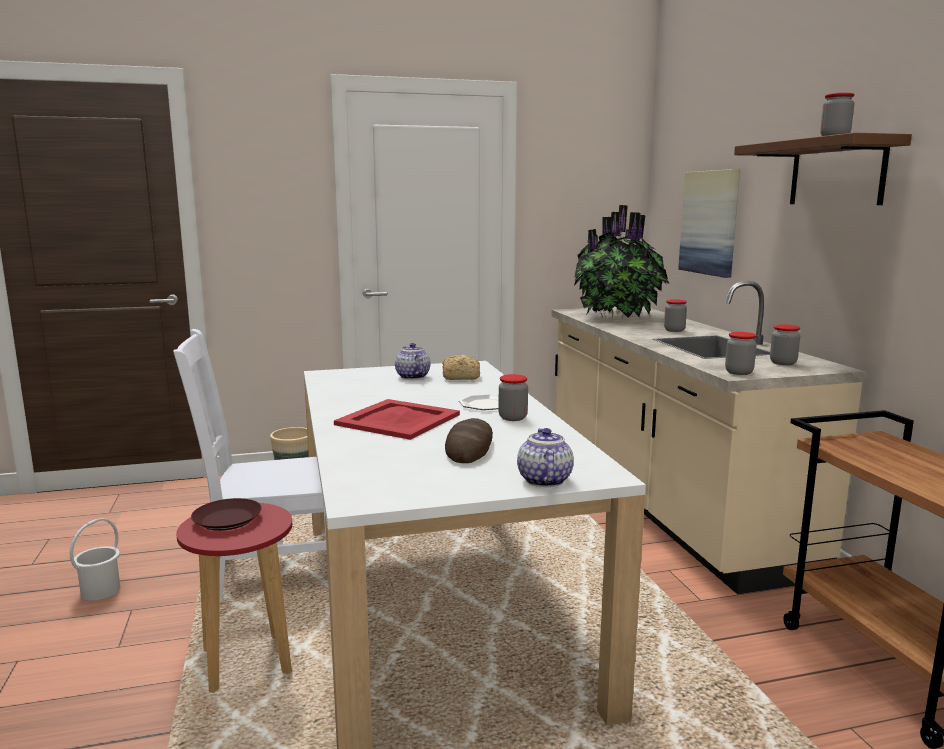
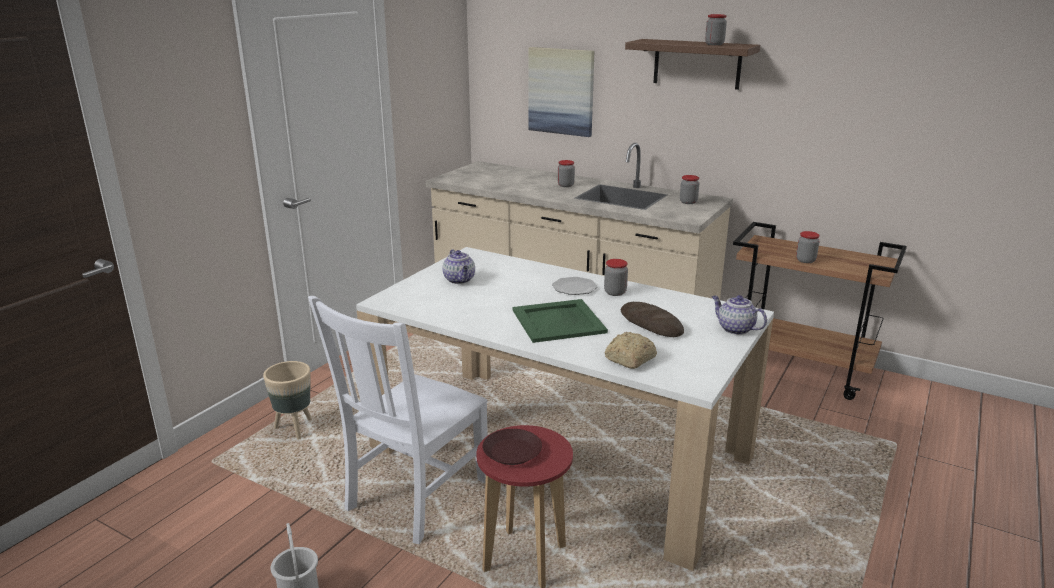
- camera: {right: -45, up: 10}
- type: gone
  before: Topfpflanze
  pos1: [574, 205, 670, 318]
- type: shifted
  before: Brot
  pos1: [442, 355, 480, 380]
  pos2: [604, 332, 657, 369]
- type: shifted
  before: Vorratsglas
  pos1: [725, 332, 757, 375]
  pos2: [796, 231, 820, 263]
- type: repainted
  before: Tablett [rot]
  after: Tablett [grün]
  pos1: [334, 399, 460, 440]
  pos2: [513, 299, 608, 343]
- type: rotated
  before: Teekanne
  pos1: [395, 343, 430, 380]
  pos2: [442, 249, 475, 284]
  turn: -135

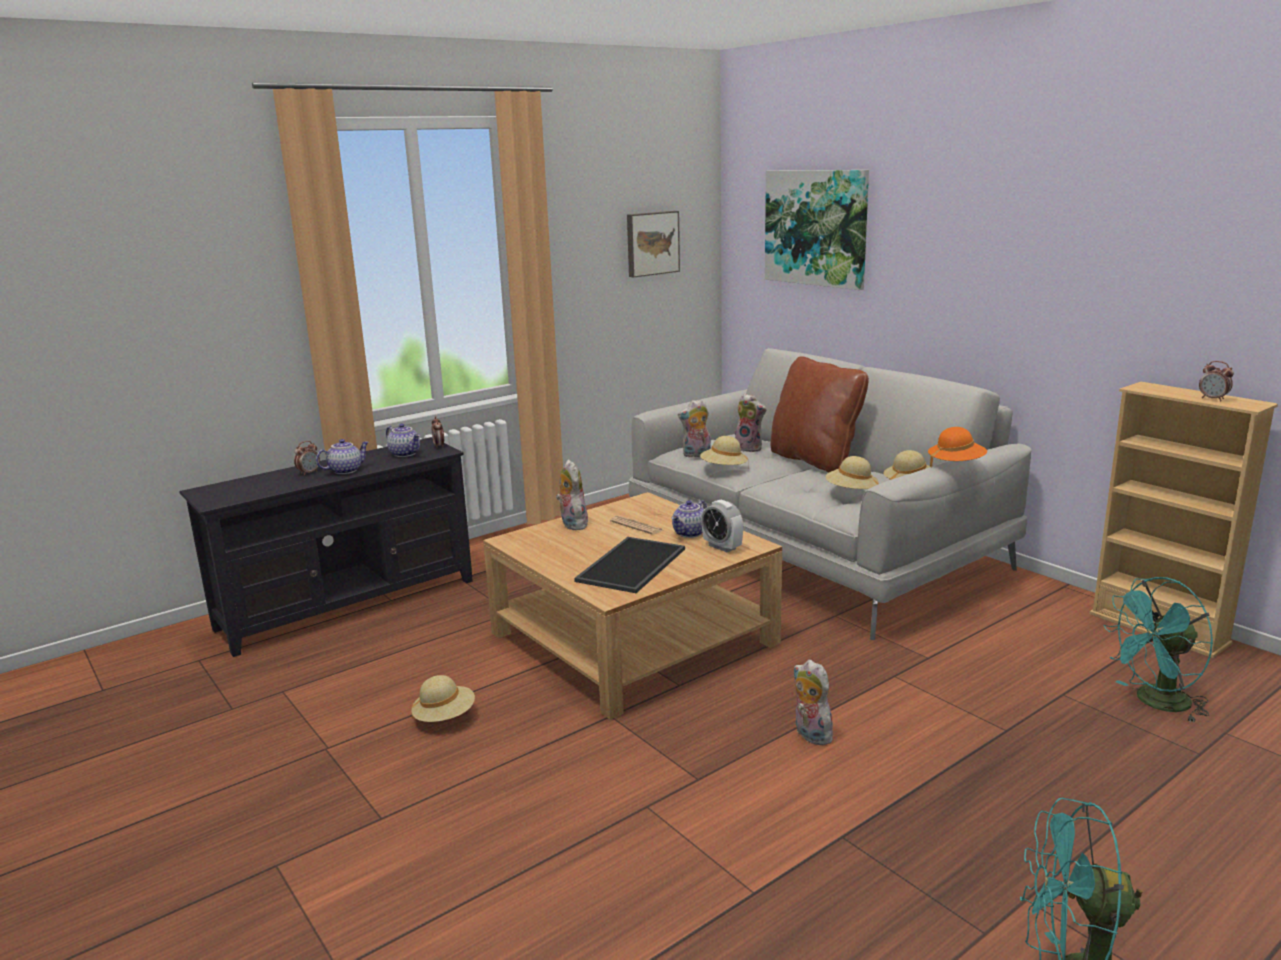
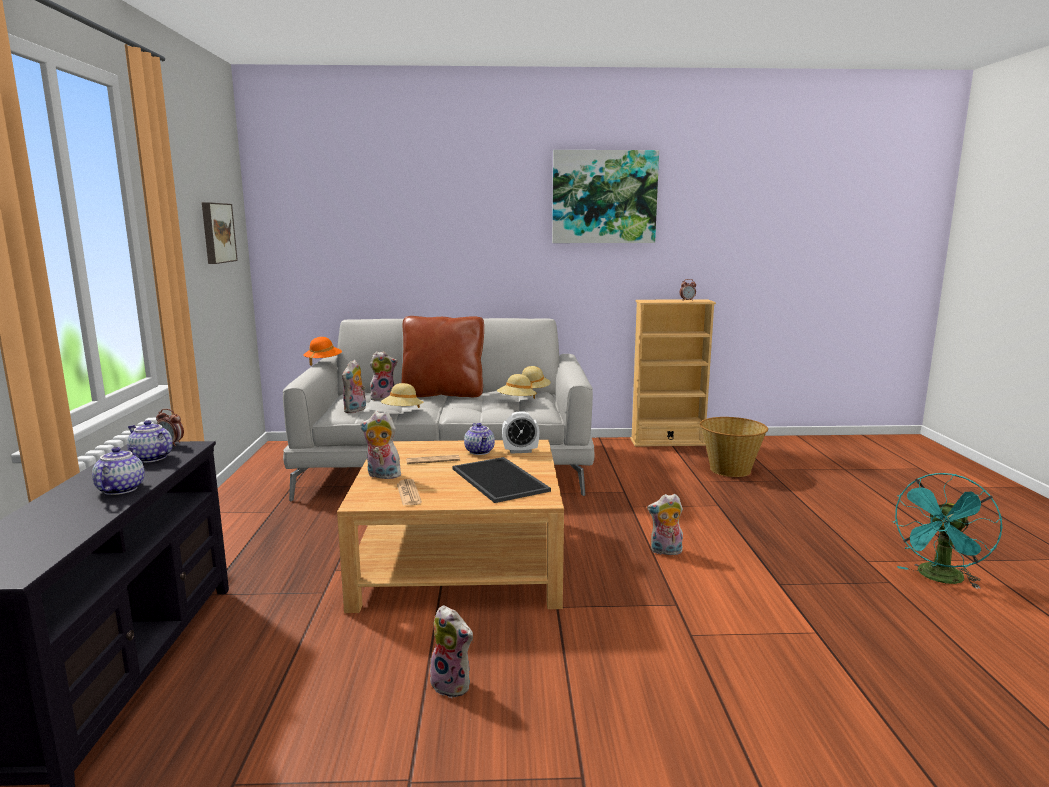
- camera: {right: -55, up: -5}
- type: gone
  before: Wecker
  pos1: [294, 441, 320, 476]
- type: new
  after: Zeitung
  pos2: [397, 479, 422, 506]
- type: shifted
  before: Bild
  pos1: [765, 170, 869, 290]
  pos2: [552, 150, 659, 243]
- type: shifted
  before: Hut [orange]
  pos1: [928, 427, 987, 467]
  pos2: [303, 337, 342, 366]
- type: swapped
  before: Hut [beige]
  after: Plüschtier
  pos1: [411, 675, 475, 722]
  pos2: [425, 605, 474, 698]
- type: swapped
  before: Ventilator [türkis]
  after: Korb
  pos1: [1104, 577, 1213, 722]
  pos2: [700, 417, 768, 477]
- type: rotated
  before: Teekanne
  pos1: [386, 424, 420, 457]
  pos2: [127, 420, 173, 463]
  turn: -135

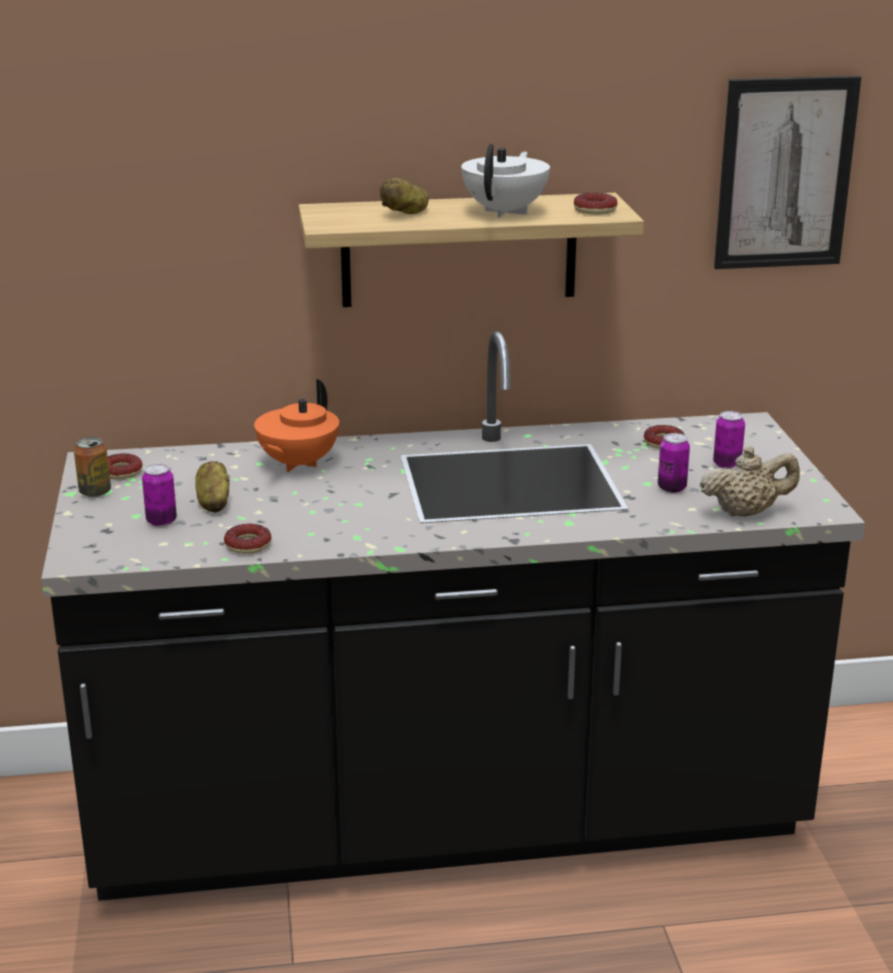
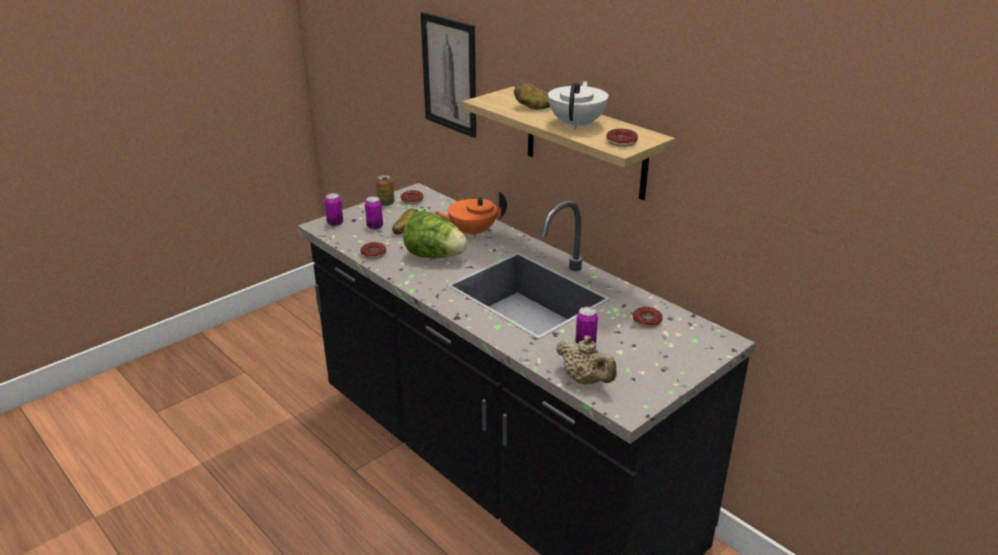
- camera: {right: 55, up: 5}
- type: new
  after: Salatkopf
  pos2: [403, 211, 468, 258]
- type: shifted
  before: Dose
  pos1: [713, 411, 745, 469]
  pos2: [325, 193, 343, 226]
- type: shifted
  before: Bild
  pos1: [714, 76, 861, 269]
  pos2: [420, 12, 476, 138]
- type: rotated
  before: Teekanne [weiß]
  pos1: [461, 144, 550, 217]
  pos2: [548, 81, 608, 130]
  turn: -60

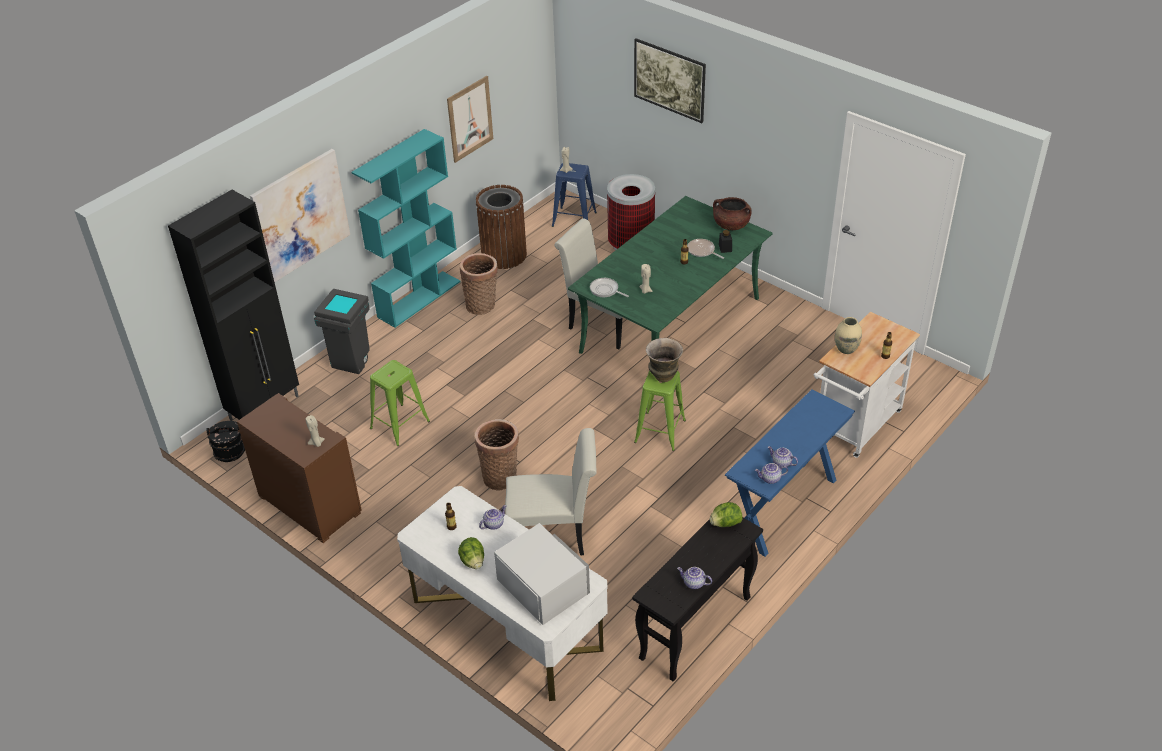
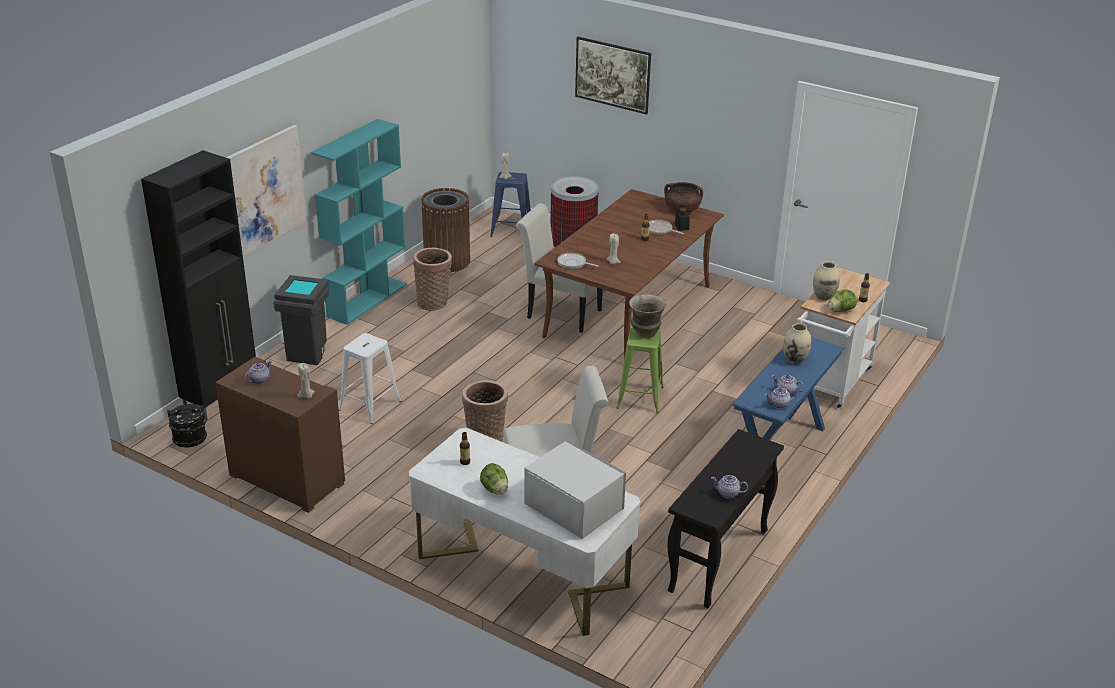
- camera: {right: -10, up: -10}
- type: gone
  before: Bild
  pos1: [447, 76, 493, 163]
- type: new
  after: Vase [beige]
  pos2: [783, 323, 812, 364]
- type: shifted
  before: Teekanne
  pos1: [479, 505, 506, 530]
  pos2: [245, 361, 272, 384]
- type: shifted
  before: Salatkopf
  pos1: [710, 502, 743, 527]
  pos2: [828, 289, 857, 312]
- type: repainted
  before: Hocker [grün]
  after: Hocker [weiß]
  pos1: [370, 360, 430, 446]
  pos2: [339, 333, 401, 424]
- type: repainted
  before: Esstisch [grün]
  after: Esstisch [braun]
  pos1: [568, 196, 773, 354]
  pos2: [535, 189, 724, 359]

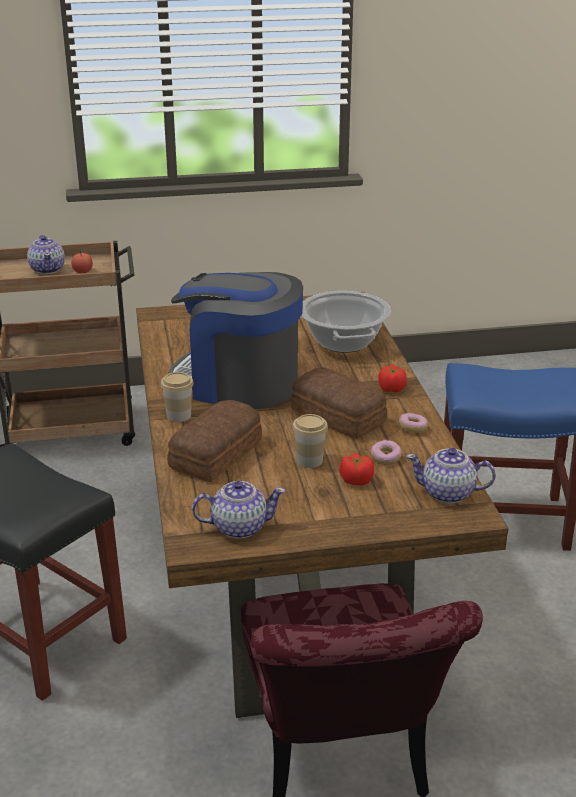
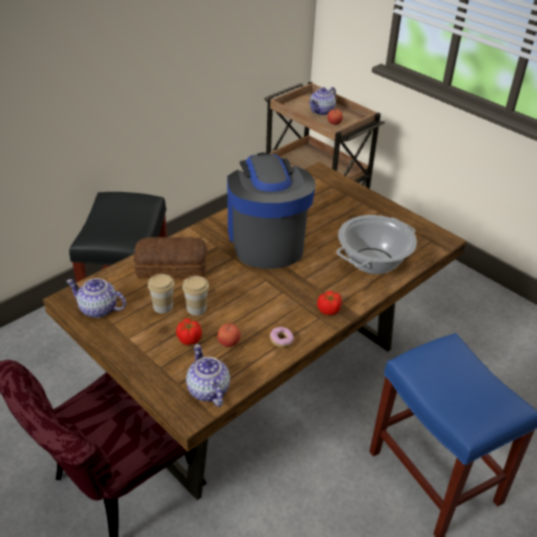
- camera: {right: 55, up: 10}
- type: gone
  before: Brot
  pos1: [291, 367, 387, 439]
- type: shifted
  before: Tasse
  pos1: [161, 372, 194, 422]
  pos2: [148, 274, 175, 314]
- type: swapped
  before: Donut
  after: Apfel
  pos1: [371, 440, 402, 465]
  pos2: [217, 323, 241, 347]
- type: rotated
  before: Teekanne
  pos1: [192, 481, 286, 539]
  pos2: [66, 278, 126, 318]
  turn: 150

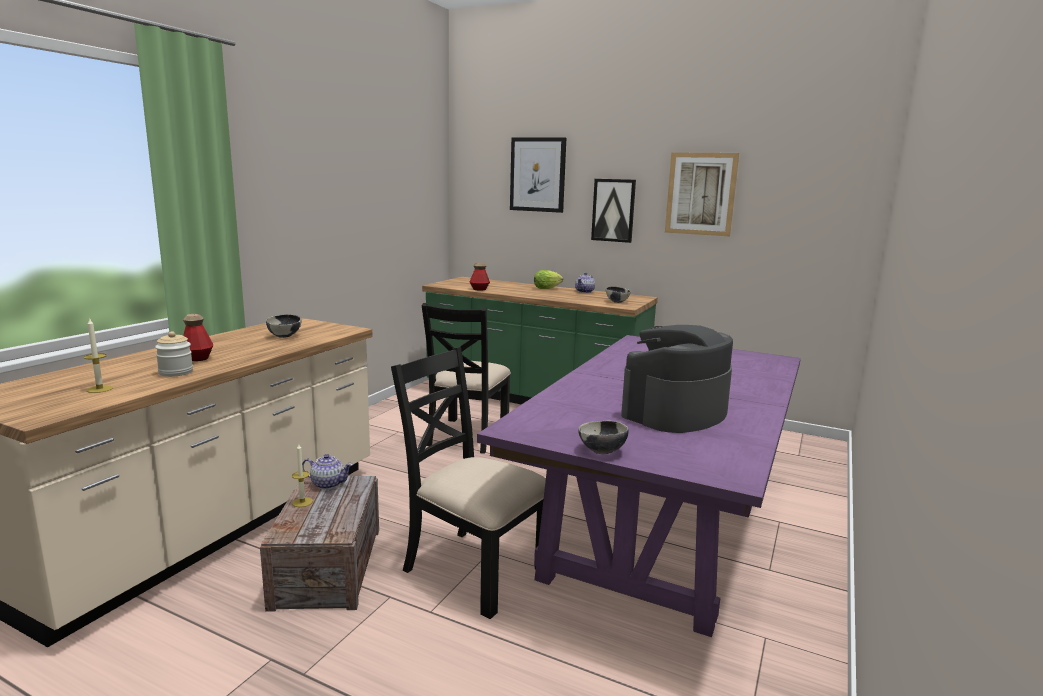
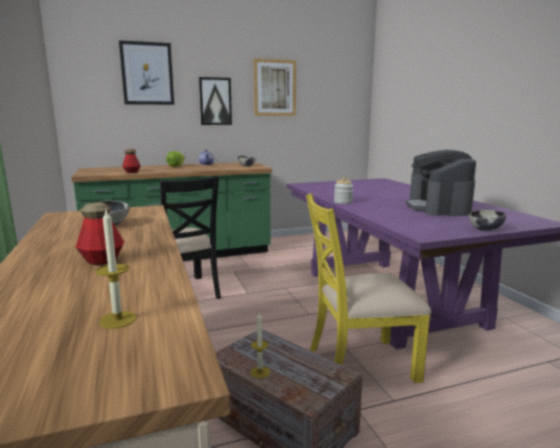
- camera: {right: -45, up: 0}
- type: gone
  before: Teekanne
  pos1: [302, 454, 353, 489]
- type: shifted
  before: Vorratsglas
  pos1: [155, 331, 193, 377]
  pos2: [334, 177, 353, 204]
- type: repainted
  before: Stuhl [schwarz]
  after: Stuhl [gelb]
  pos1: [391, 347, 546, 619]
  pos2: [306, 193, 431, 383]

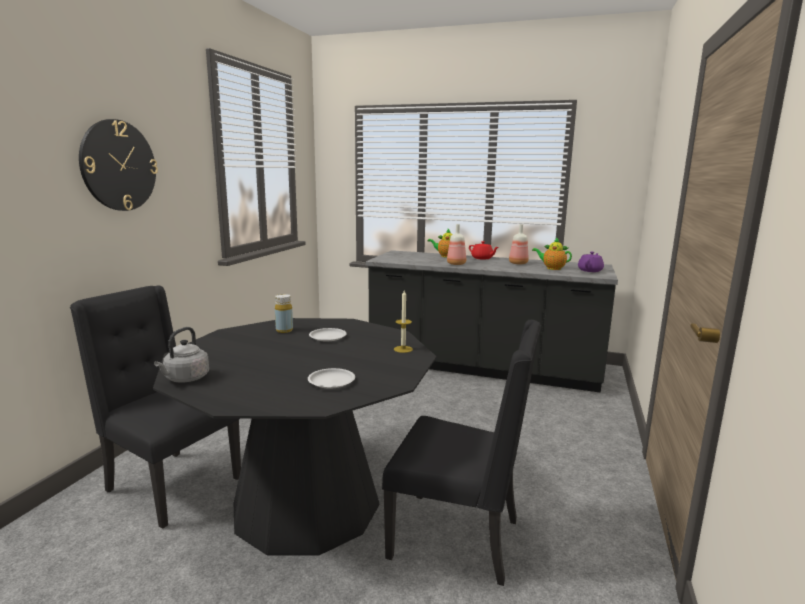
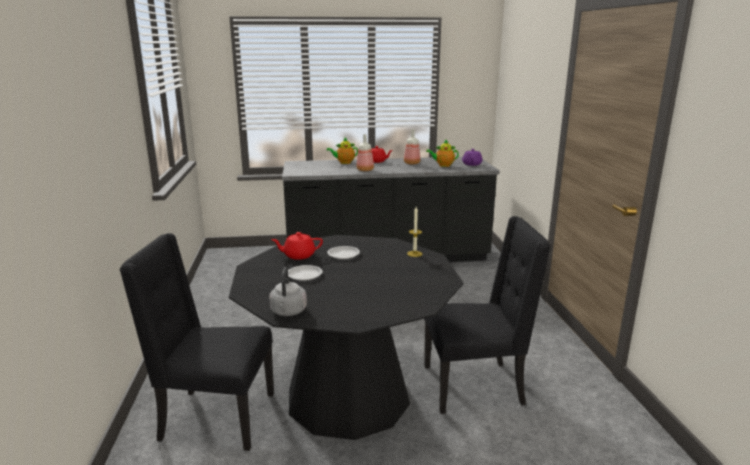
- camera: {right: -25, up: 5}
- type: gone
  before: Wanduhr
  pos1: [79, 119, 158, 211]
- type: shifted
  before: Teller [weiß]
  pos1: [308, 368, 355, 389]
  pos2: [288, 265, 322, 281]
- type: swapped
  before: Flasche [gelb]
  after: Teekanne [rot]
  pos1: [275, 294, 293, 333]
  pos2: [271, 232, 323, 260]

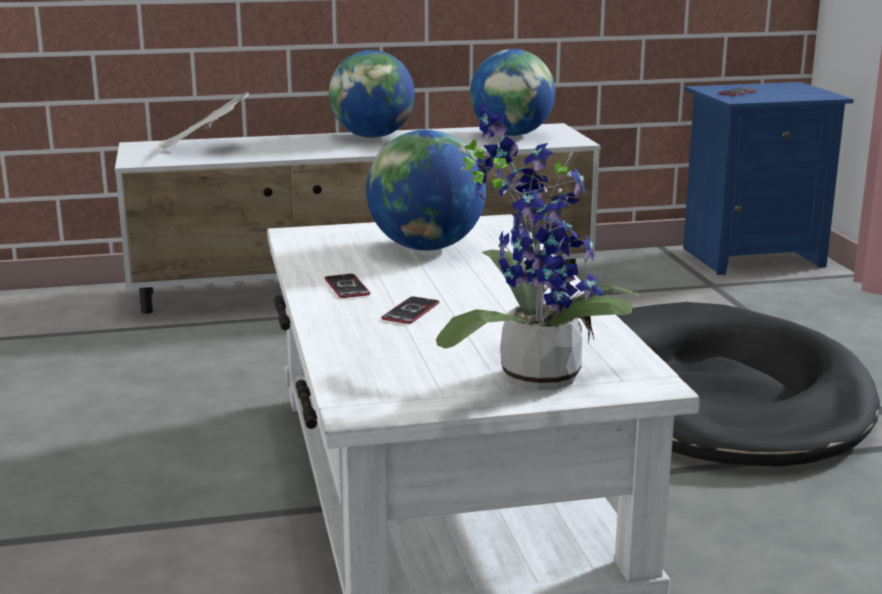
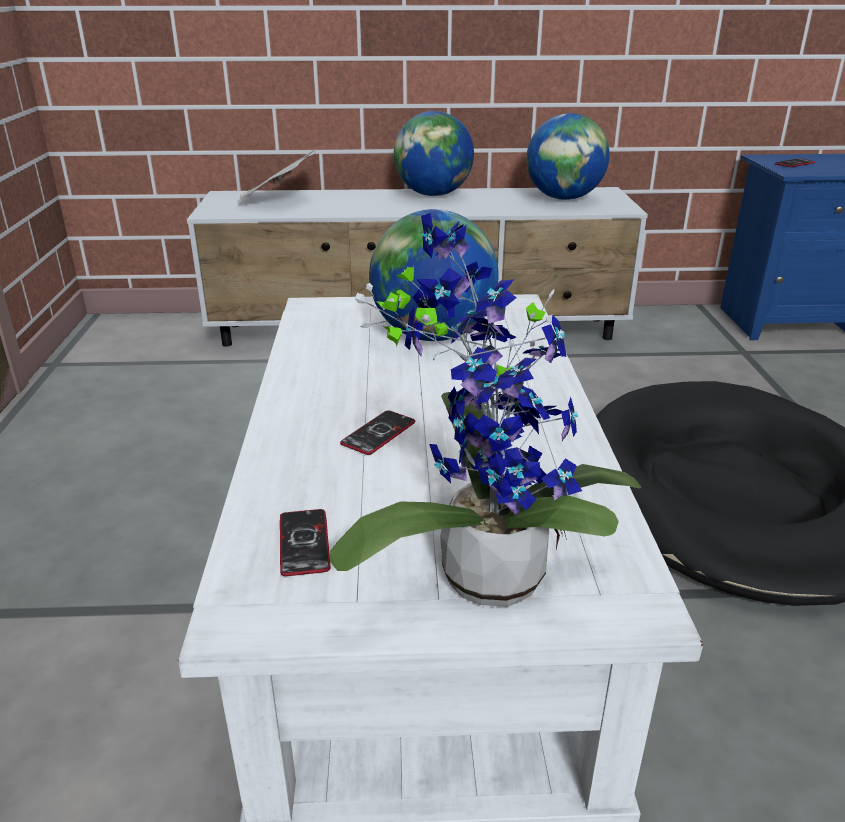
- camera: {right: 10, up: 10}
- type: shifted
  before: Handy
  pos1: [325, 274, 371, 298]
  pos2: [280, 509, 331, 576]

